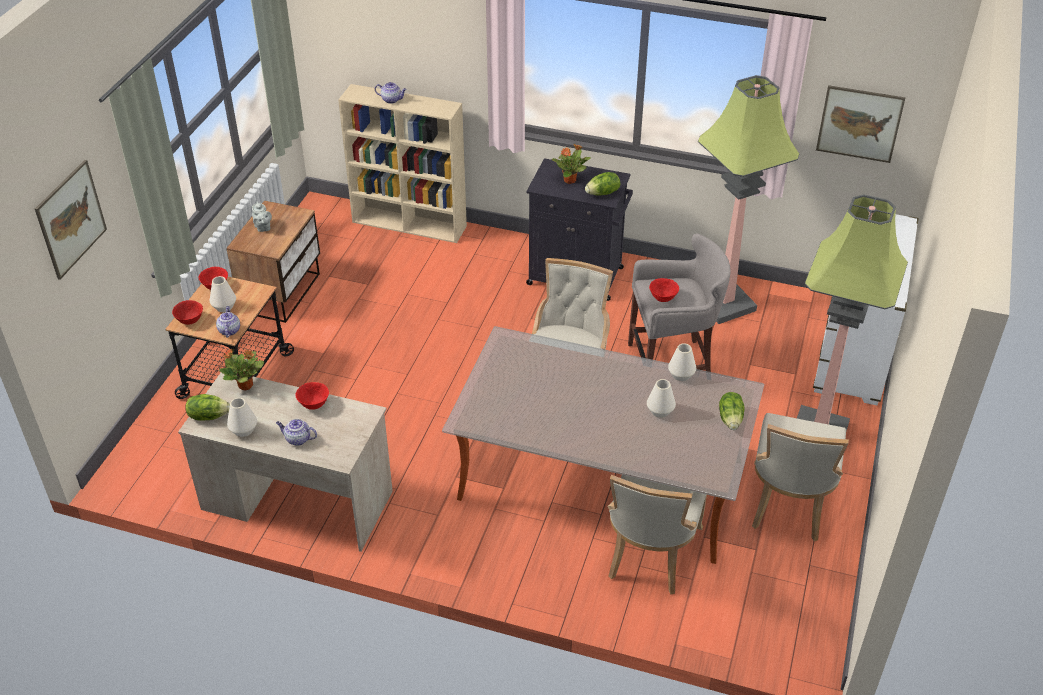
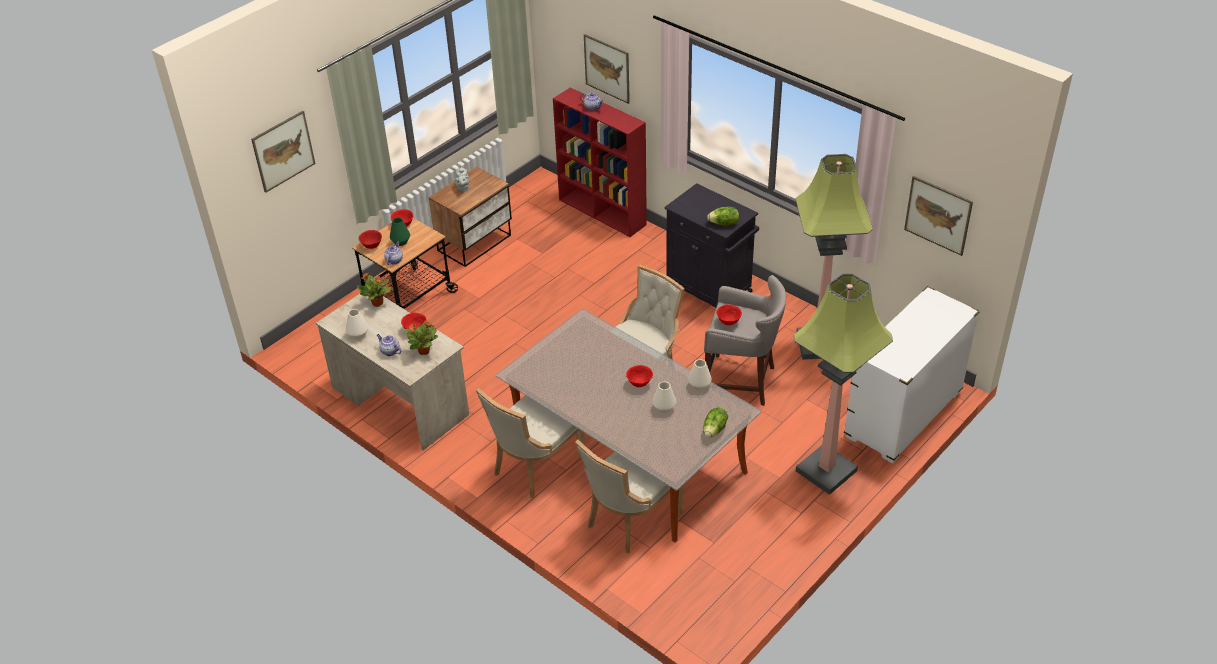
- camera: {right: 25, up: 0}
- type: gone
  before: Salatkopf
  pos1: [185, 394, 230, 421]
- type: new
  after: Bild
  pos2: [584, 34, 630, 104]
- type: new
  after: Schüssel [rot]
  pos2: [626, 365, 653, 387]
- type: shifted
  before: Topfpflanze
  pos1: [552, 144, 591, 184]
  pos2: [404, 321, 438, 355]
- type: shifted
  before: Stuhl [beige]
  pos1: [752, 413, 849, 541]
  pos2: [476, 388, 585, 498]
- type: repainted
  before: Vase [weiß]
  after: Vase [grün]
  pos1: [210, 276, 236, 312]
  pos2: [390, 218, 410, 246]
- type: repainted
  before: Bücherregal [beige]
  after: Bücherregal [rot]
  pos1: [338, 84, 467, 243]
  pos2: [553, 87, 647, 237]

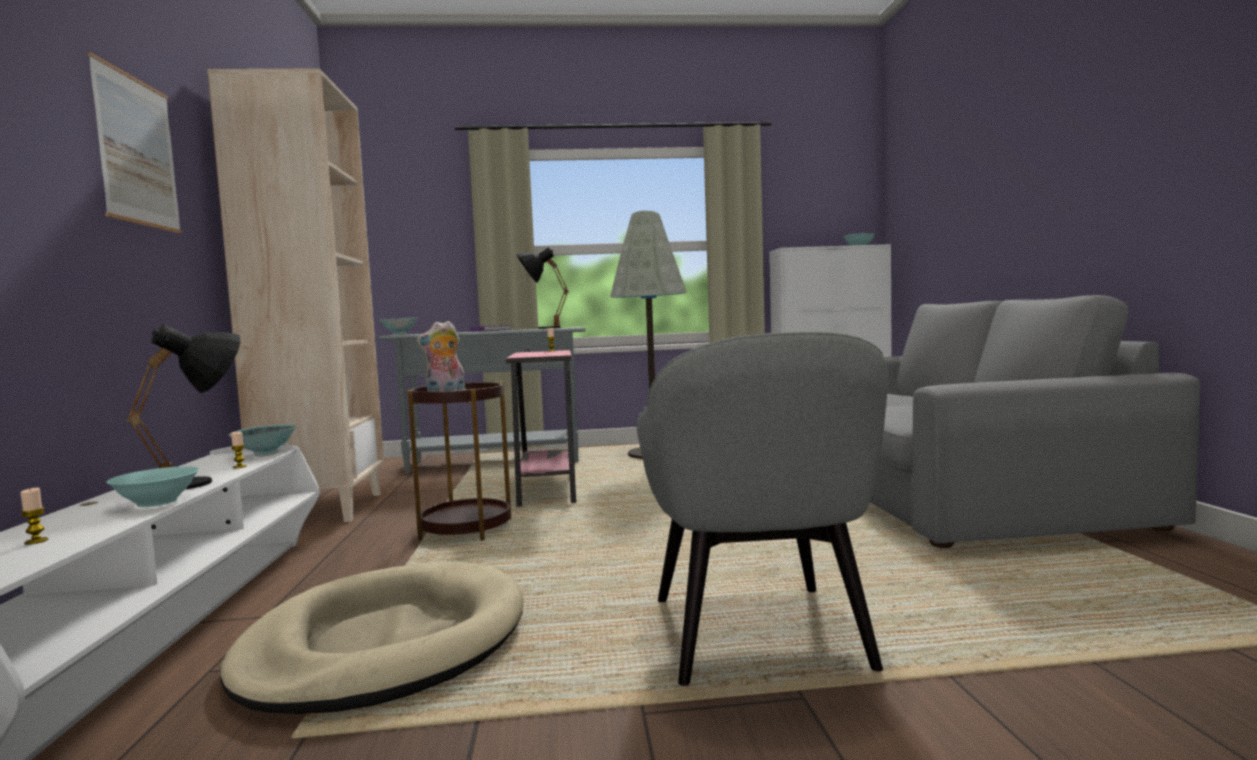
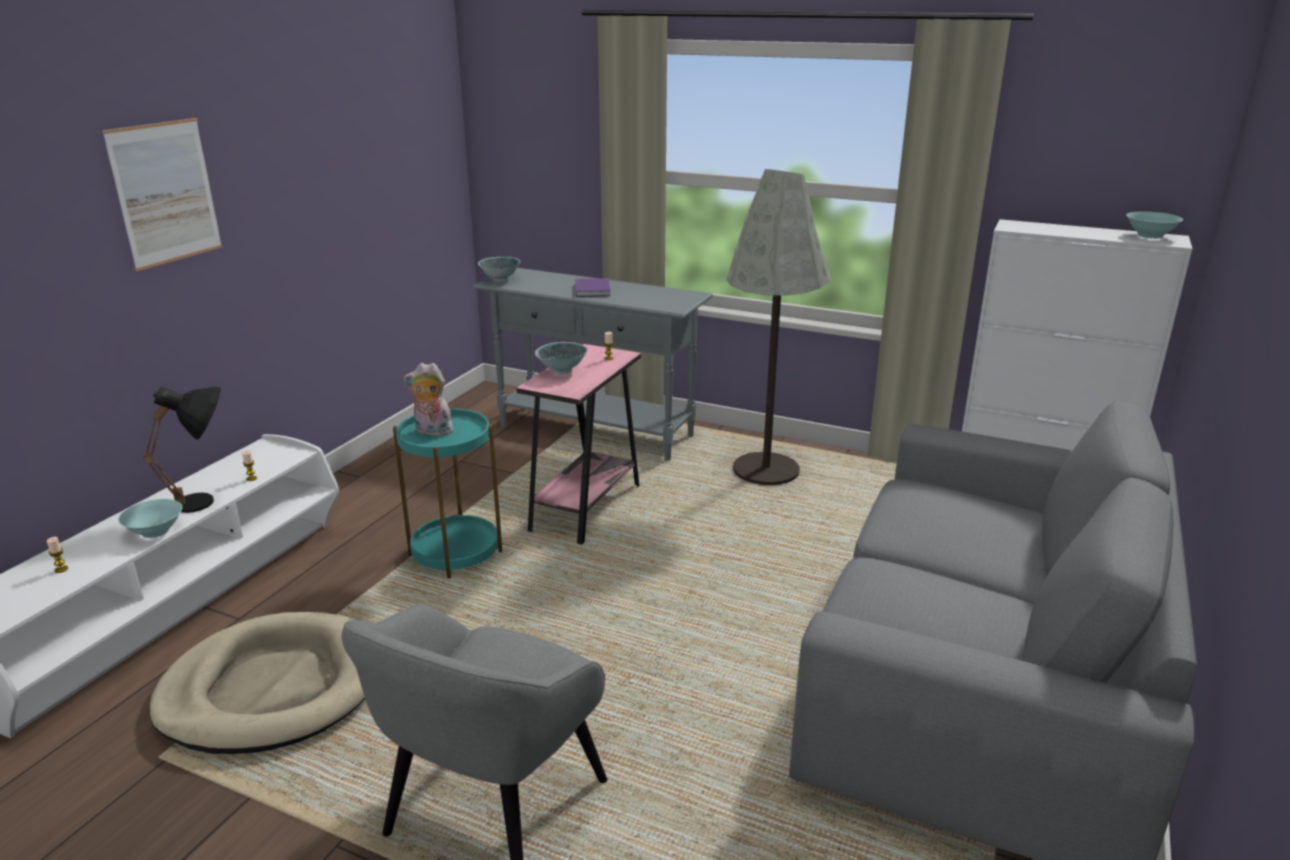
- camera: {right: 30, up: 20}
- type: gone
  before: Bücherregal [beige]
  pos1: [207, 68, 384, 522]
- type: gone
  before: Tischlampe [schwarz]
  pos1: [516, 248, 569, 329]
- type: shifted
  before: Schüssel
  pos1: [229, 425, 297, 457]
  pos2: [535, 342, 588, 375]
- type: repainted
  before: Beistelltisch [braun]
  after: Beistelltisch [türkis]
  pos1: [407, 382, 511, 541]
  pos2: [393, 406, 502, 579]

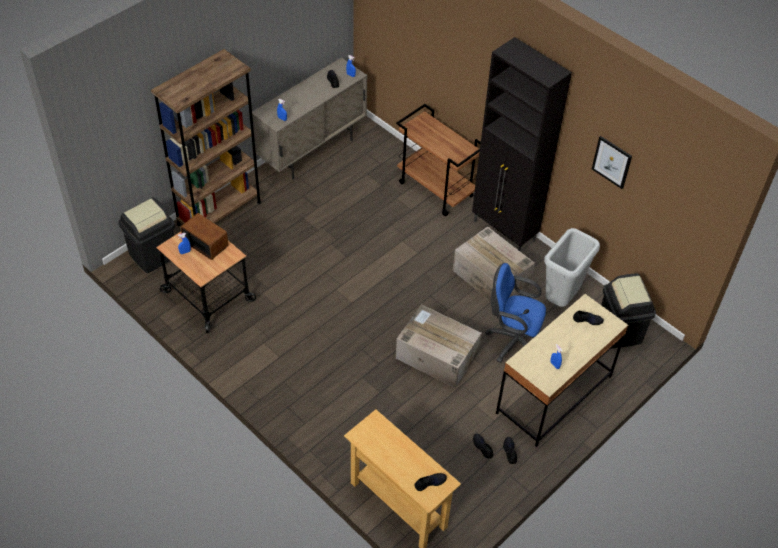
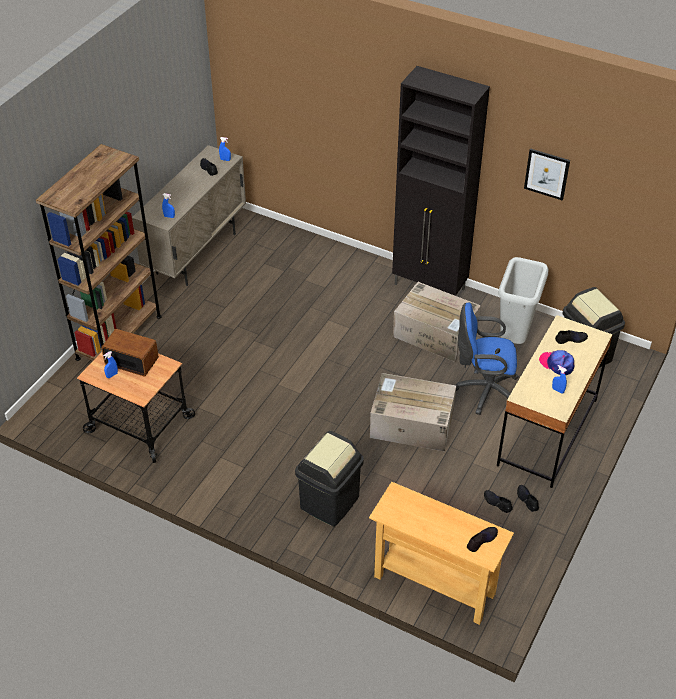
- camera: {right: -15, up: -5}
- type: gone
  before: Rollwagen [braun]
  pos1: [396, 104, 481, 216]
- type: new
  after: Kappe
  pos2: [539, 350, 574, 375]
- type: shifted
  before: Mülleimer [schwarz]
  pos1: [119, 197, 175, 273]
  pos2: [295, 431, 364, 526]

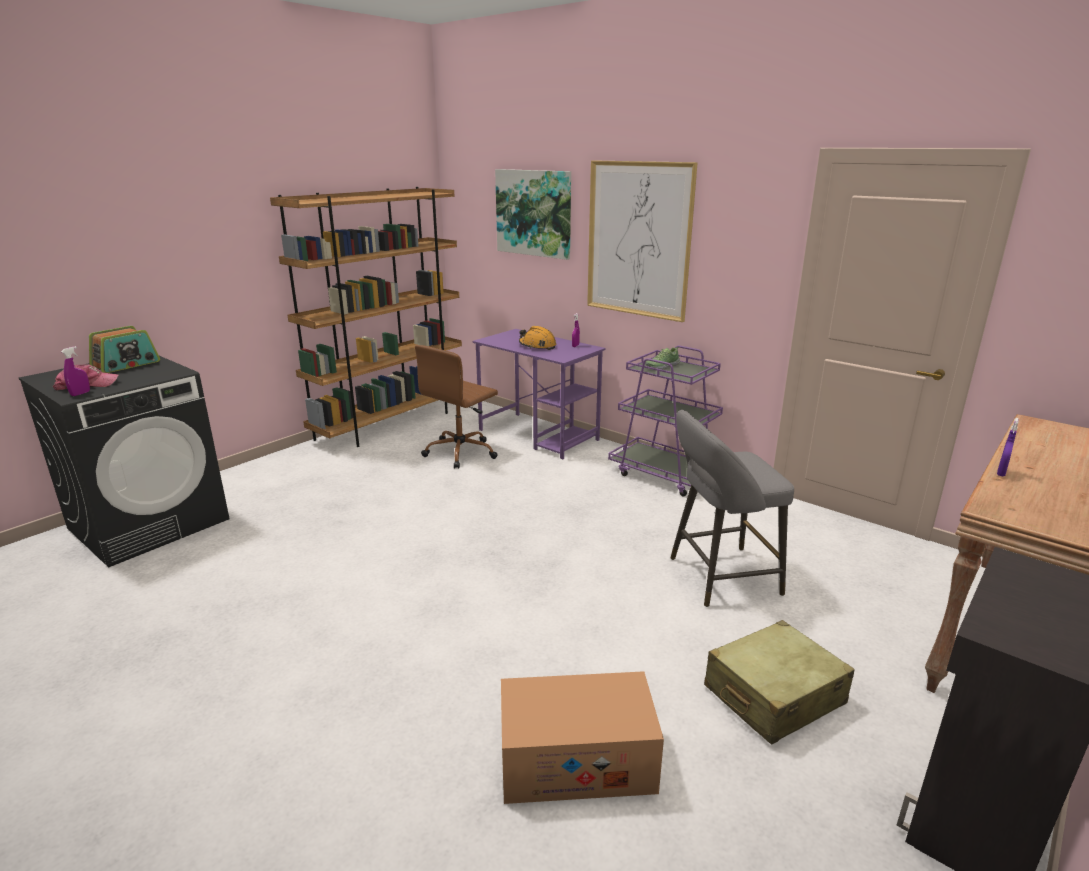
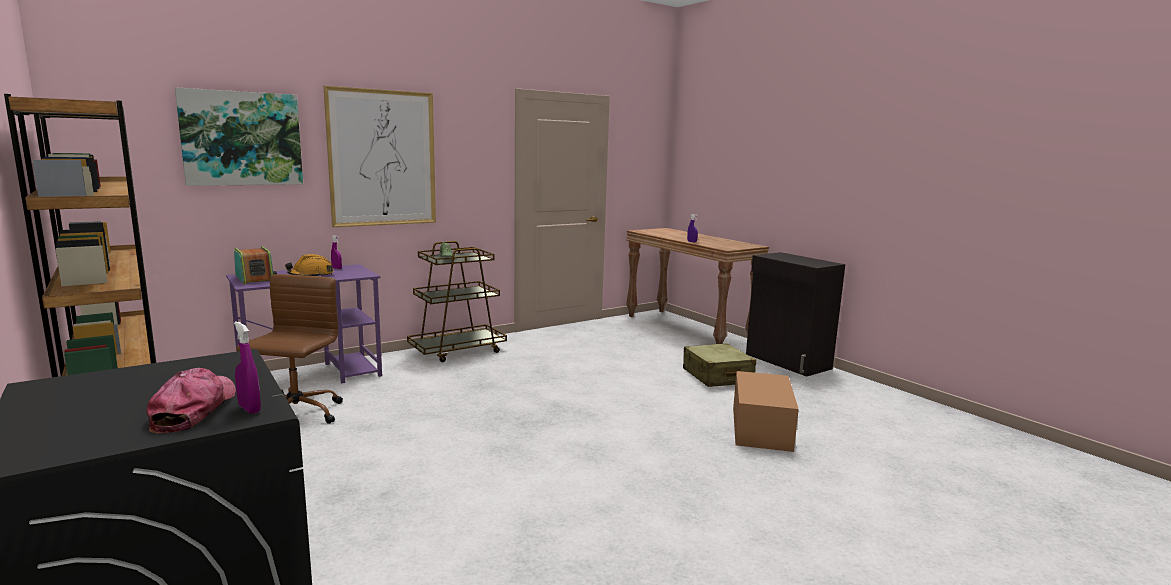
- camera: {right: -75, up: -10}
- type: gone
  before: Hocker [grau]
  pos1: [670, 410, 794, 607]
- type: shifted
  before: Radio
  pos1: [89, 326, 160, 373]
  pos2: [234, 246, 277, 284]
- type: repainted
  before: Rollwagen [lila]
  after: Rollwagen [braun]
  pos1: [608, 346, 723, 497]
  pos2: [407, 241, 507, 362]
- type: rotated
  before: Bürostuhl [braun]
  pos1: [415, 345, 498, 468]
  pos2: [236, 274, 343, 424]
  turn: -135

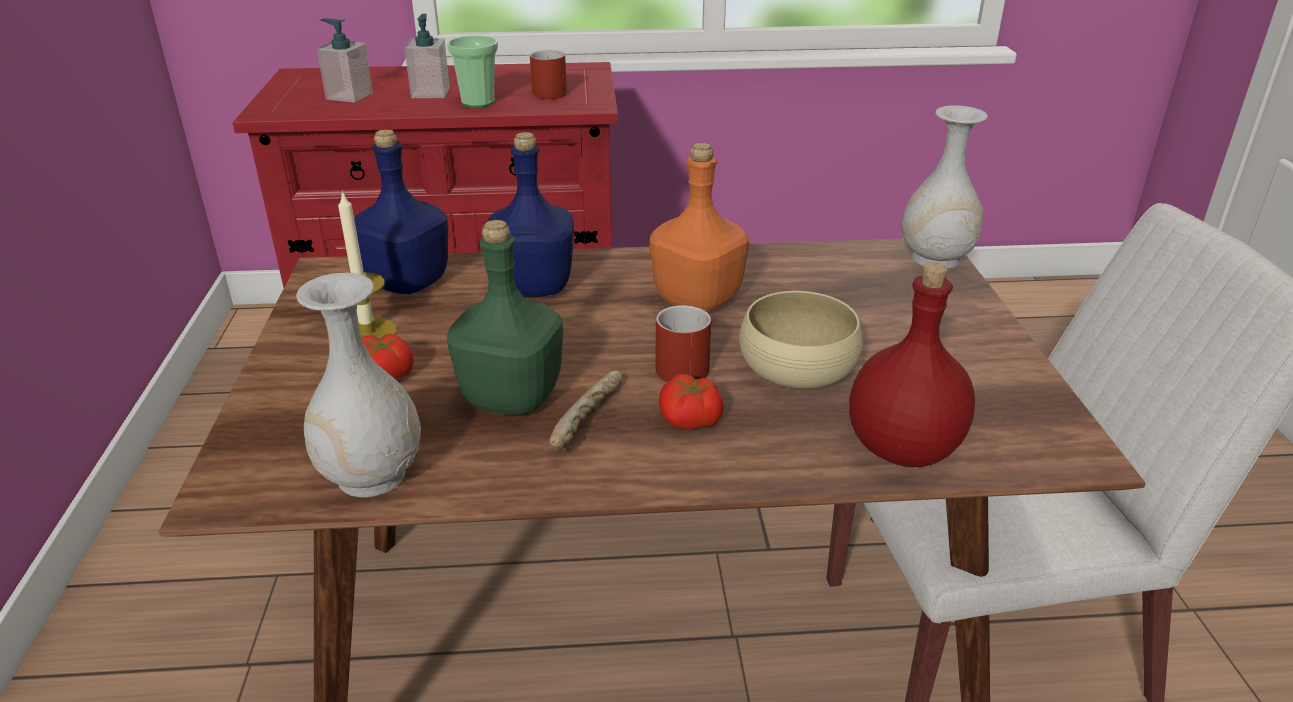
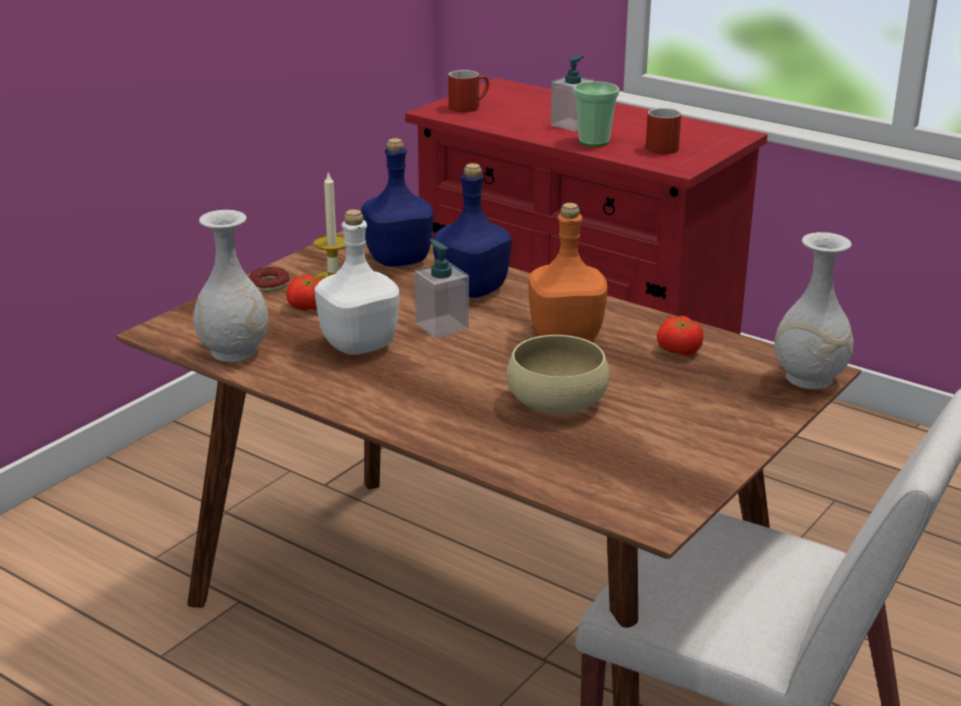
- camera: {right: 40, up: -5}
- type: gone
  before: Brot
  pos1: [549, 371, 622, 451]
- type: gone
  before: Flasche [rot]
  pos1: [849, 262, 975, 467]
- type: new
  after: Donut
  pos2: [249, 267, 290, 292]
- type: shifted
  before: Seifenspender
  pos1: [317, 18, 373, 103]
  pos2: [414, 239, 469, 338]
- type: shifted
  before: Henkelbecher [rot]
  pos1: [656, 305, 711, 382]
  pos2: [448, 70, 489, 112]
- type: shifted
  before: Tomate
  pos1: [659, 374, 724, 429]
  pos2: [657, 315, 703, 356]
- type: repainted
  before: Flasche [grün]
  after: Flasche [weiß]
  pos1: [447, 220, 563, 415]
  pos2: [315, 209, 399, 355]

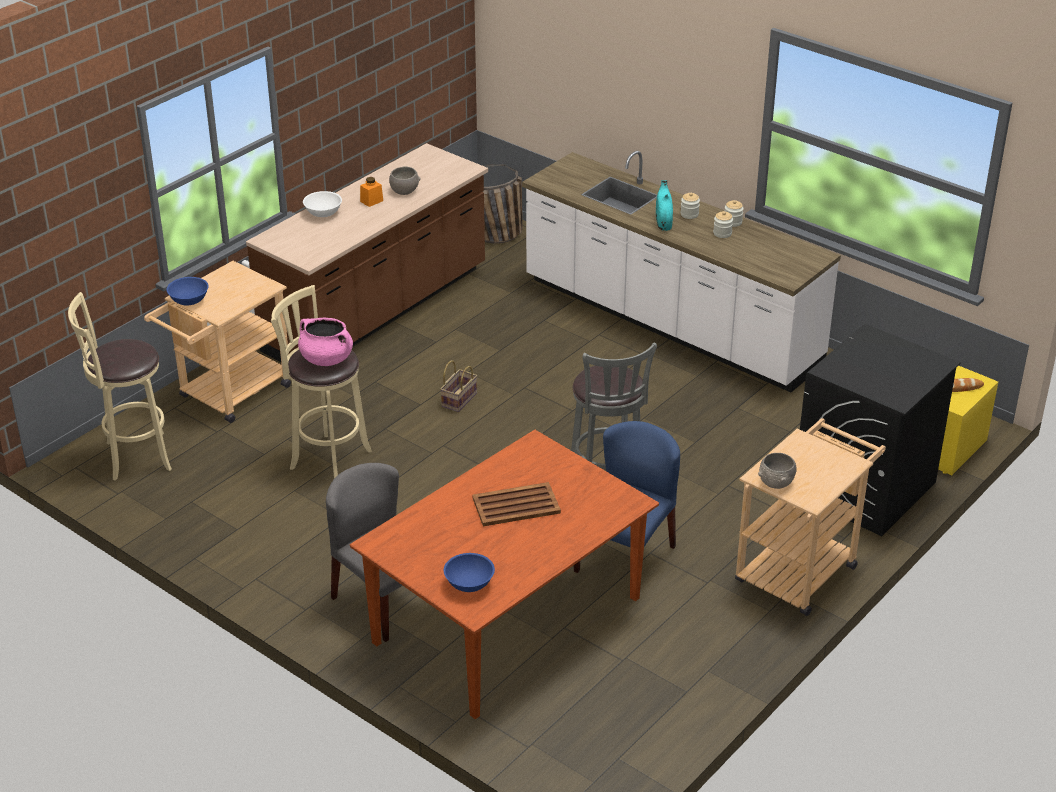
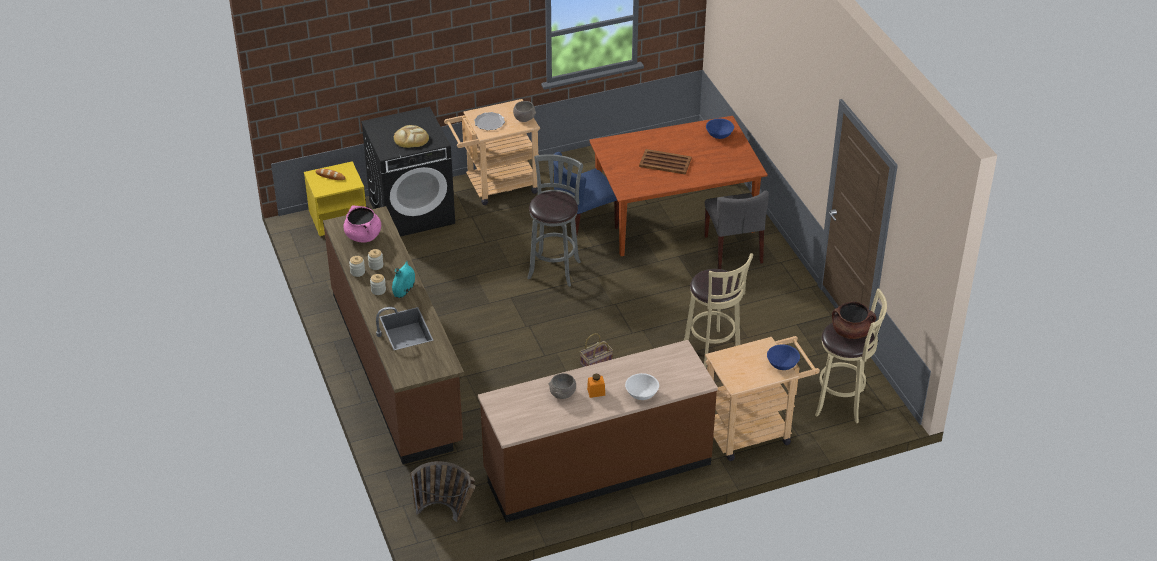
- camera: {right: -150, up: 5}
- type: new
  after: Brot
  pos2: [394, 125, 429, 148]
- type: new
  after: Teller
  pos2: [474, 112, 505, 130]
- type: new
  after: Kochtopf [braun]
  pos2: [832, 302, 876, 339]
- type: shifted
  before: Kochtopf [rosa]
  pos1: [298, 318, 353, 366]
  pos2: [343, 205, 381, 243]
- type: repainted
  before: Küchenzeile [weiß]
  after: Küchenzeile [braun]
  pos1: [522, 151, 841, 392]
  pos2: [323, 206, 464, 464]

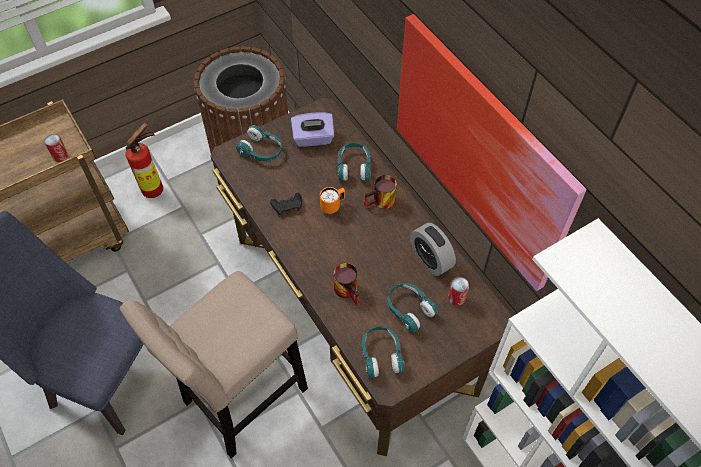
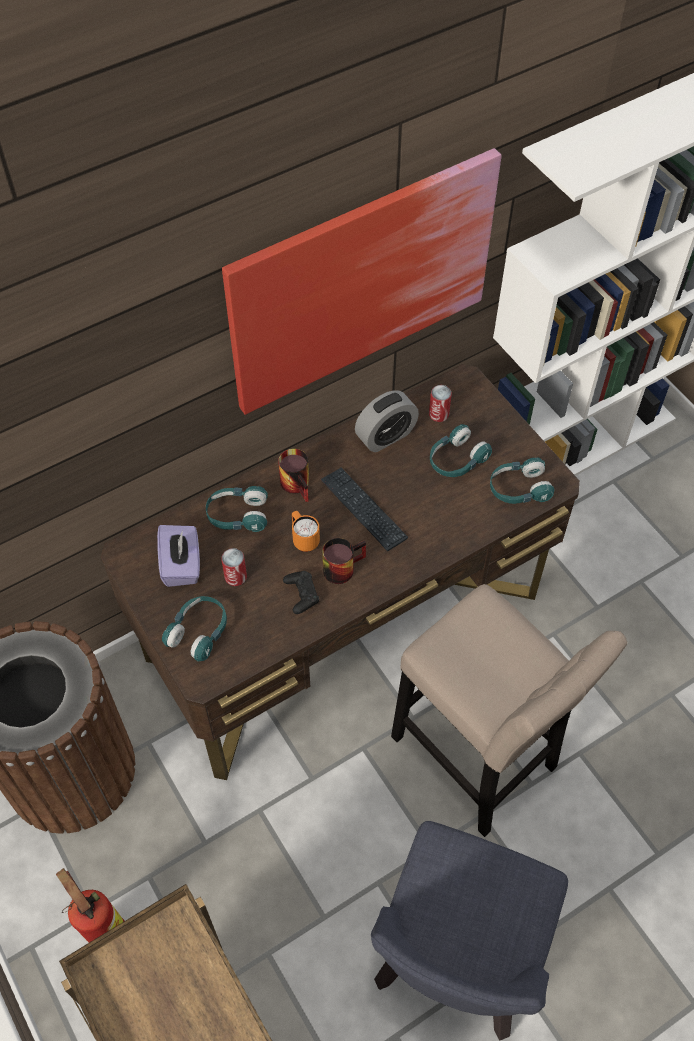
- camera: {right: -90, up: 0}
- type: new
  after: Tastatur
  pos2: [321, 468, 408, 551]
- type: shifted
  before: Dose
  pos1: [44, 134, 68, 162]
  pos2: [221, 548, 247, 586]
- type: shifted
  before: Henkelbecher
  pos1: [333, 263, 359, 306]
  pos2: [322, 538, 366, 584]

